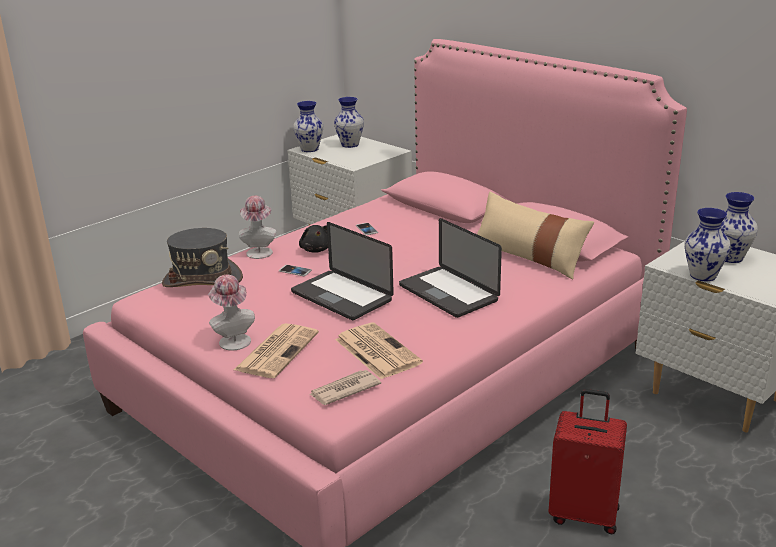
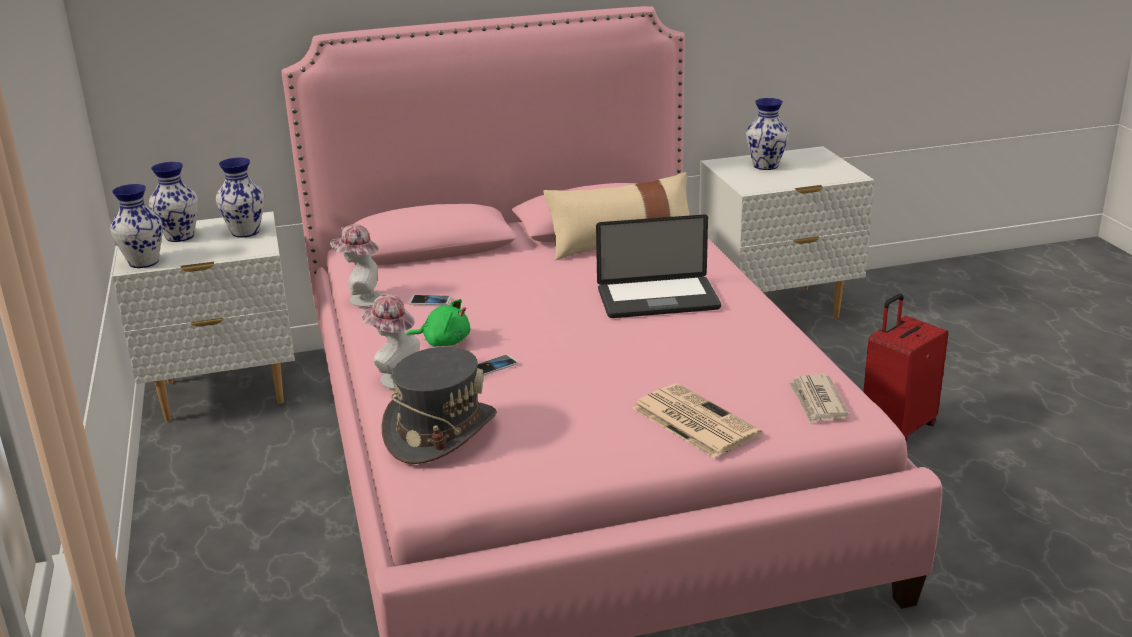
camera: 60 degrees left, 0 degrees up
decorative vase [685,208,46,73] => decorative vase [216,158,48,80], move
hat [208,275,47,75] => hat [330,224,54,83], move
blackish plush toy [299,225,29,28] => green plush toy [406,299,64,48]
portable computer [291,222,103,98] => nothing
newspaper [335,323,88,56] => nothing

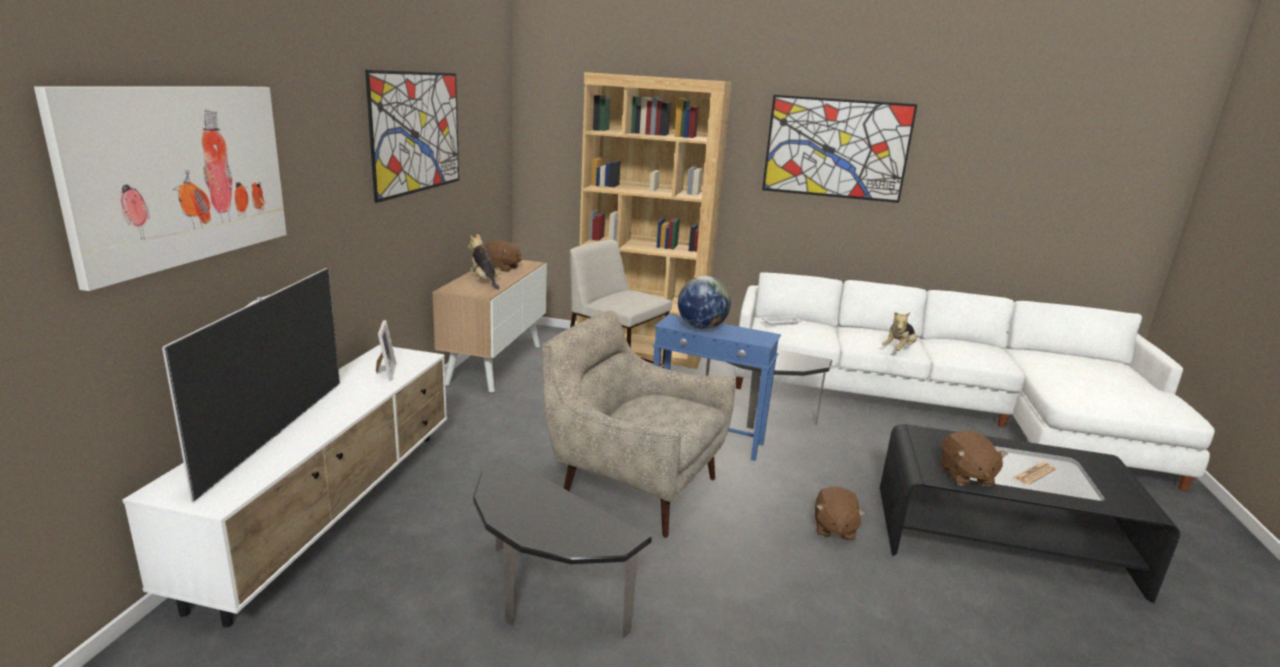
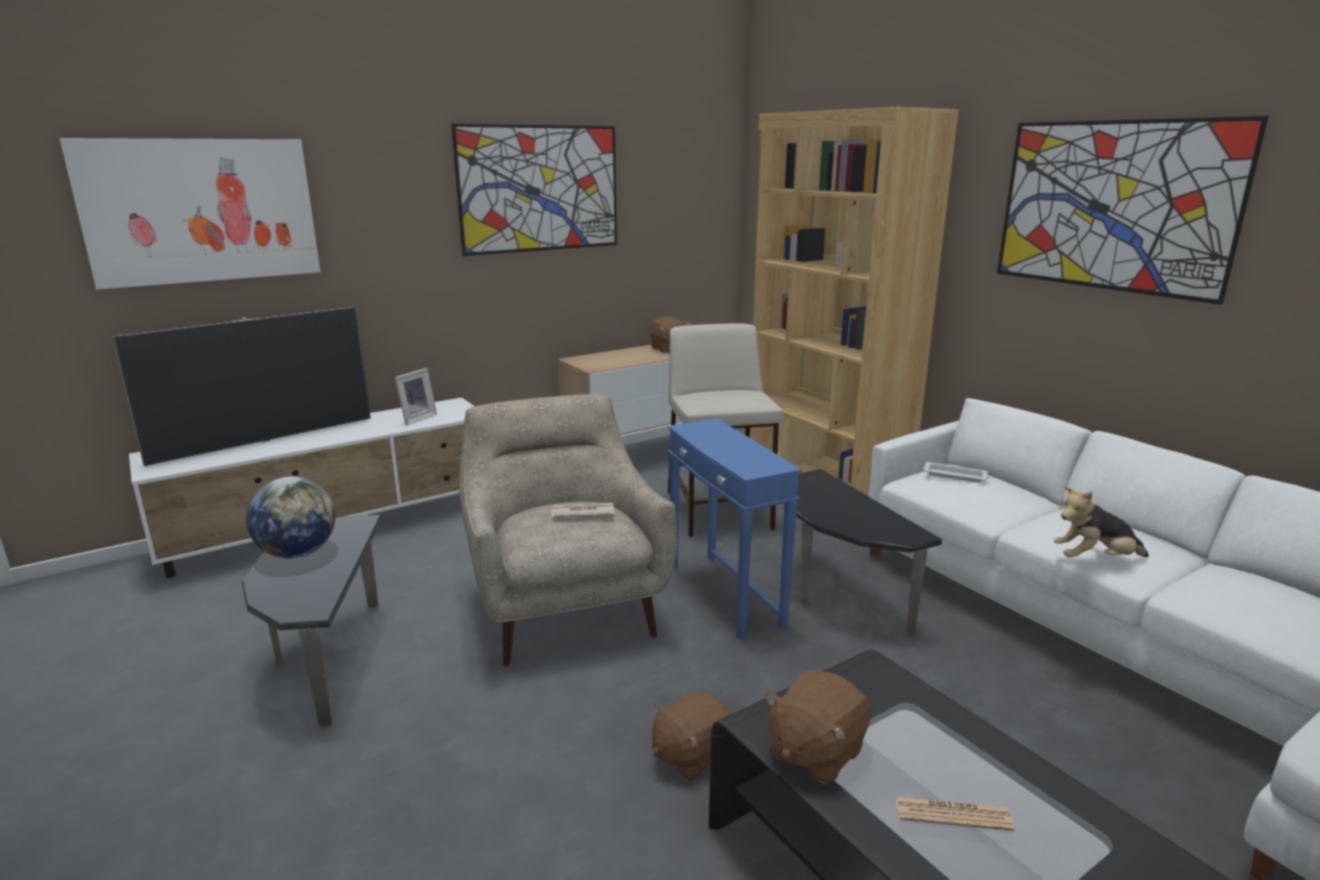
camera: 45 degrees right, 0 degrees up
globe [678,276,53,54] => globe [246,476,90,83], move
nothing => newspaper [551,503,63,15]
plush toy [468,234,33,56] => nothing

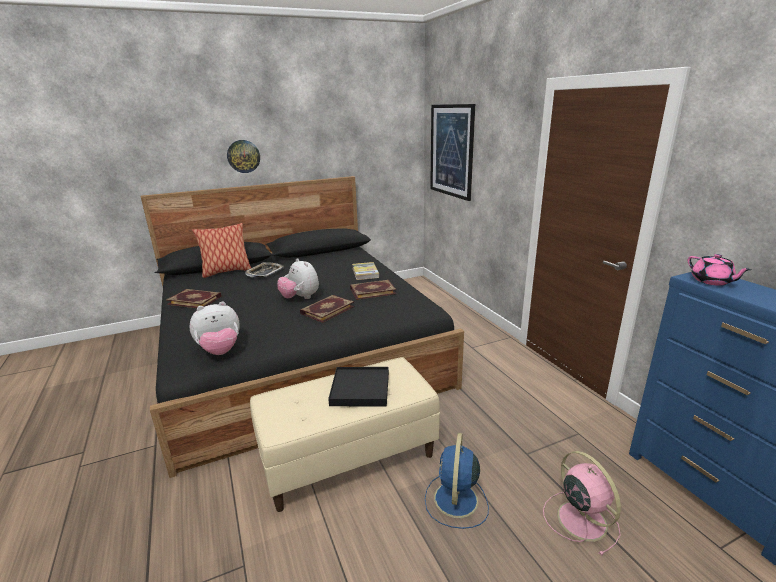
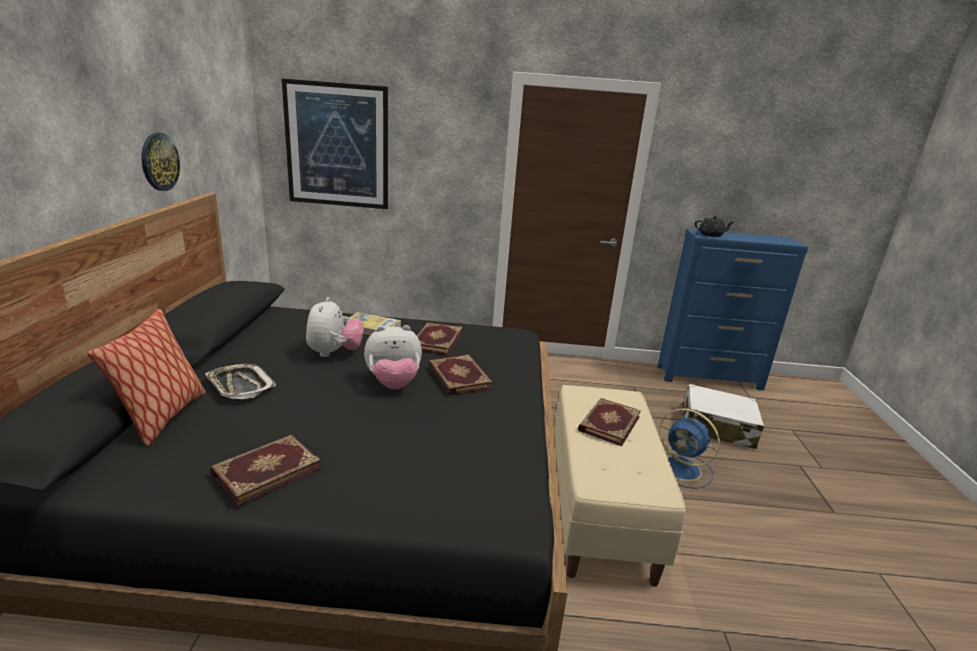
camera: 65 degrees left, 0 degrees up
wall clock [227,140,33,33] => wall clock [141,133,39,58], move
plush toy [189,302,51,53] => plush toy [306,297,58,60], move
blackish carrying tray [328,367,61,39] => bound book [578,398,63,48]
pink-coloured cooling fan [543,451,78,105] => whitish piece of luggage [679,384,85,65]
pink-coloured tea pot [688,254,63,32] => blackish tea pot [695,216,39,21]

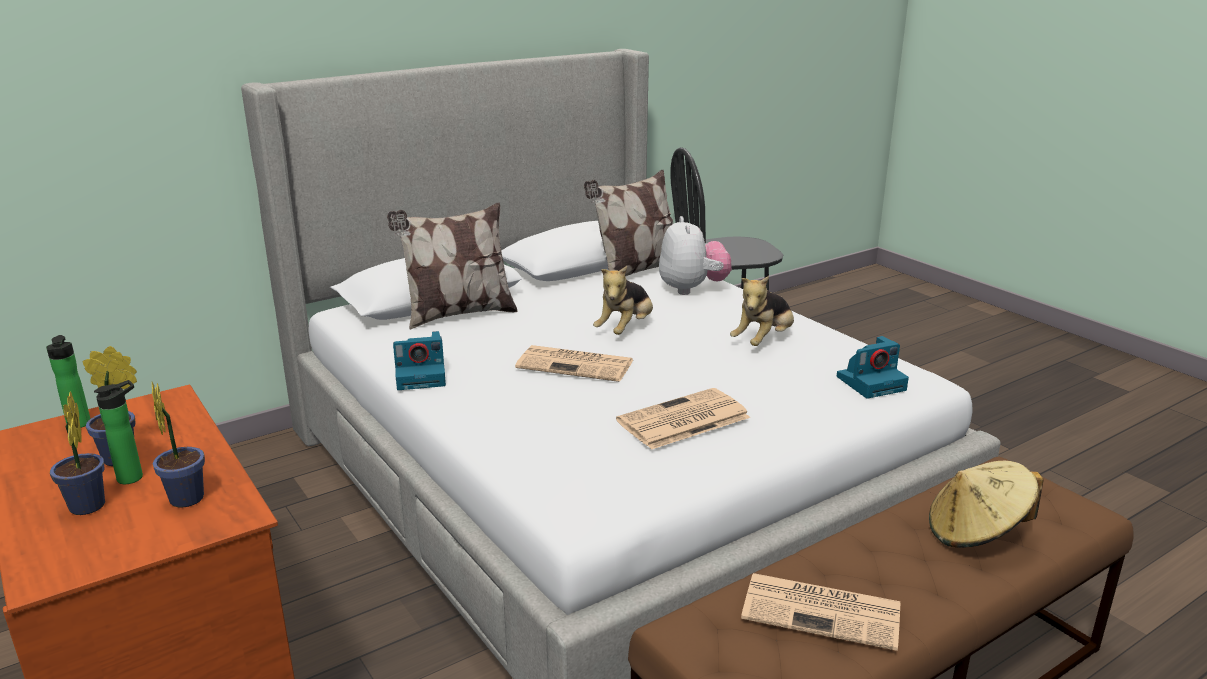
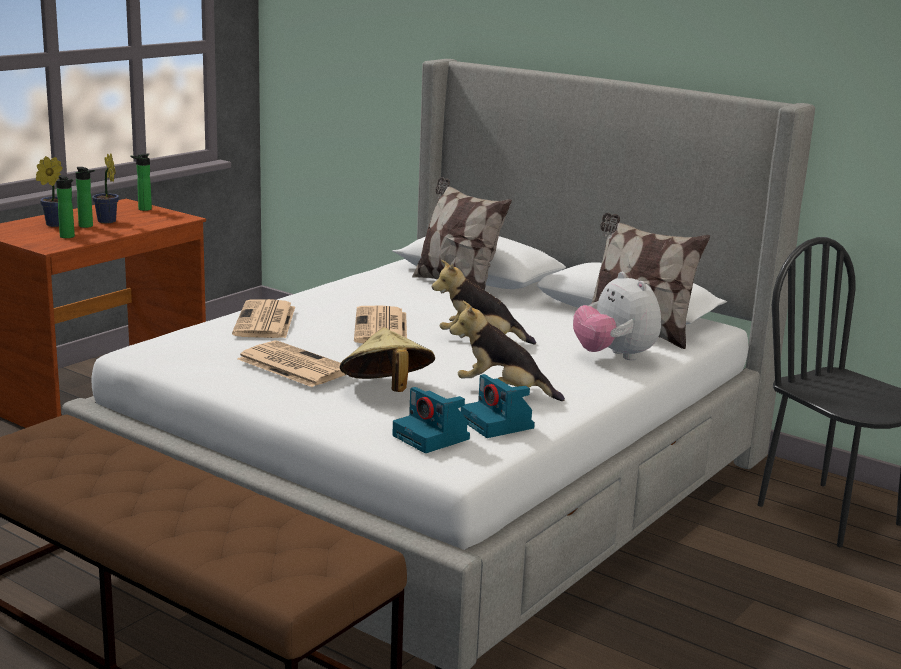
camera: 70 degrees right, 5 degrees down
houseplant [152,382,53,126] => drink bottle [56,175,19,63]
newspaper [741,573,159,78] => newspaper [232,299,63,39], move
sand-coloured hat [929,461,115,87] => sand-coloured hat [340,327,95,65], move
still camera [393,331,53,59] => still camera [461,374,74,64], move
plush toy [659,216,73,79] => plush toy [573,272,88,88], 90 degrees clockwise

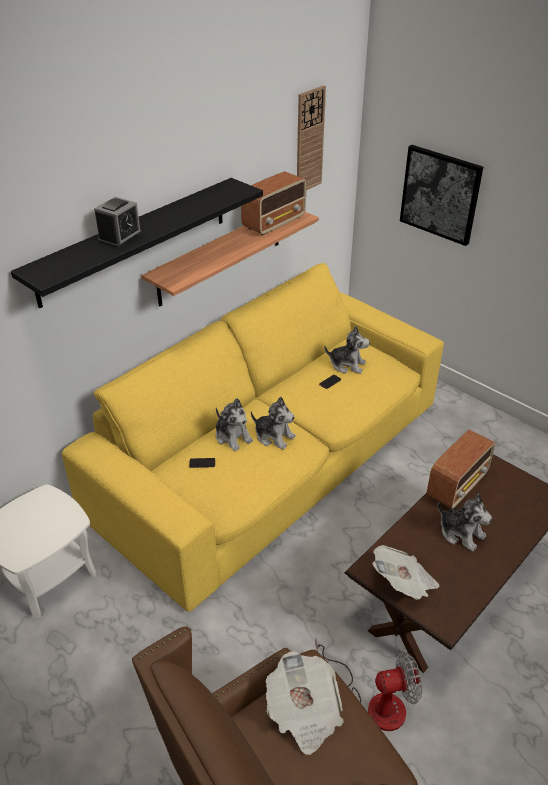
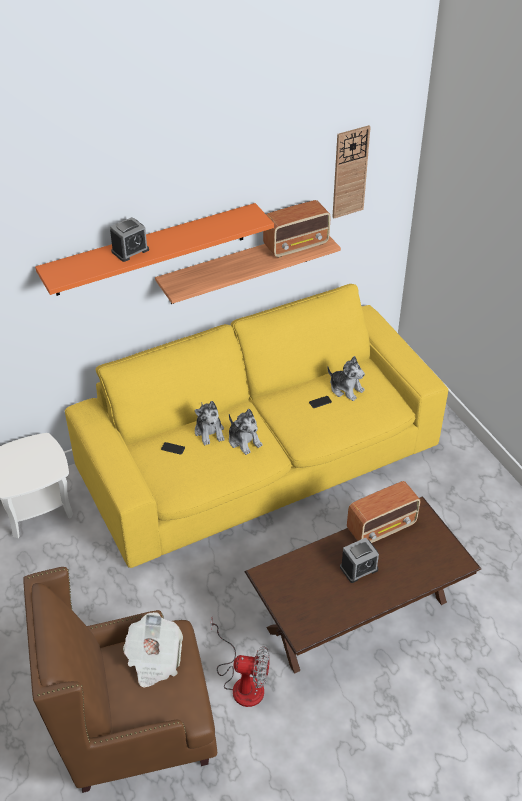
camera: 20 degrees right, 5 degrees up
blackish bracket shelf [11,178,252,131] => orangey bracket shelf [35,203,239,93]
plush toy [437,494,55,58] => table clock [340,538,39,45]
newspaper [372,545,67,55] => nothing
wall picture [400,145,83,101] => nothing

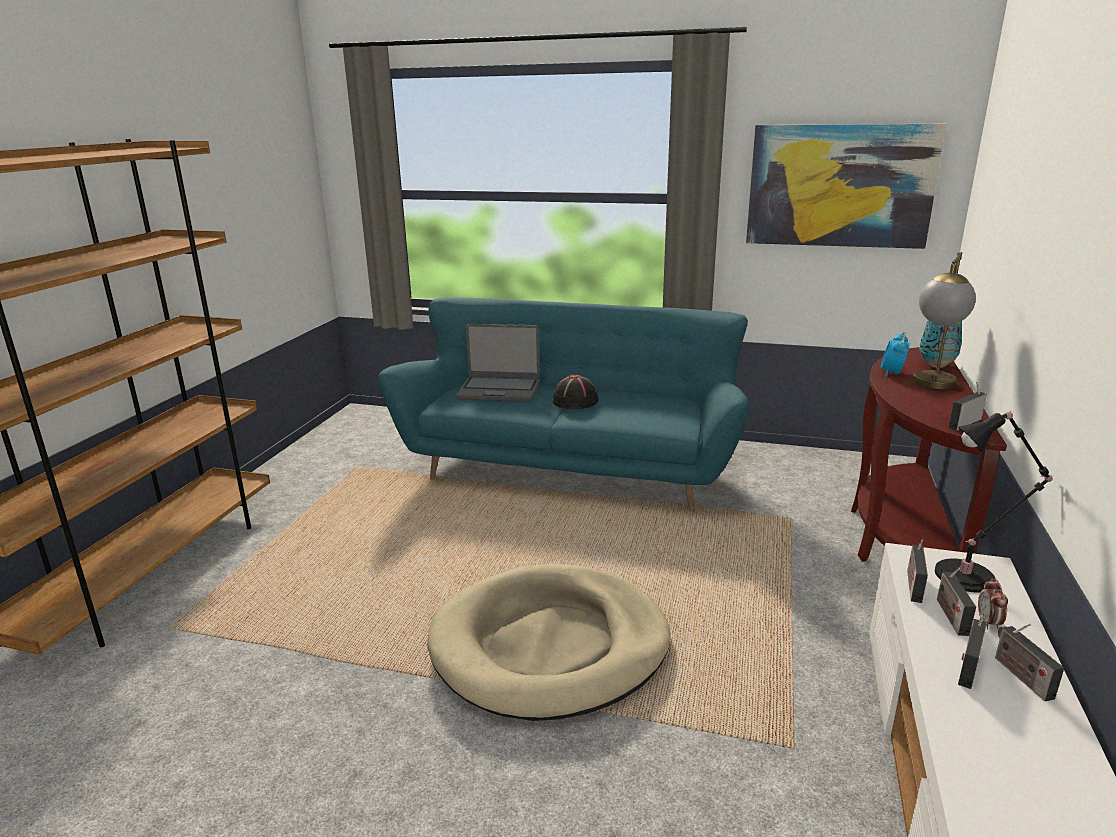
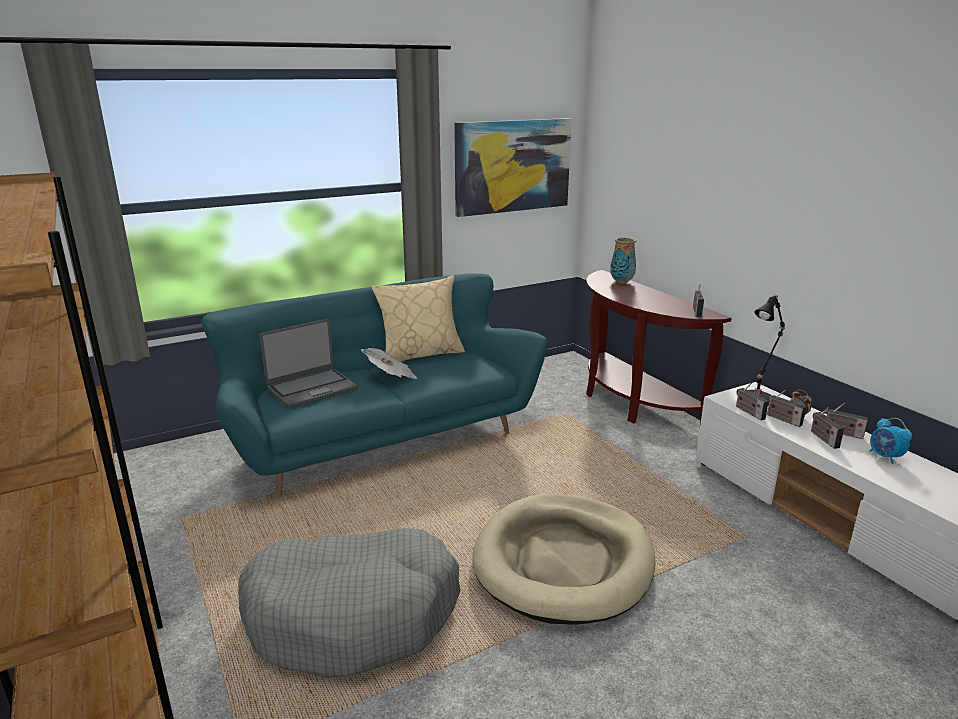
camera: 45 degrees left, 0 degrees up
nothing => gray dog cushion [238,528,222,150]
blackish hat [553,375,46,34] => newspaper [361,348,57,31]
nothing => sand-coloured throw pillow [371,275,94,86]
table clock [881,331,29,46] => table clock [869,418,43,46], move
tabletop lamp [913,252,63,137] => nothing

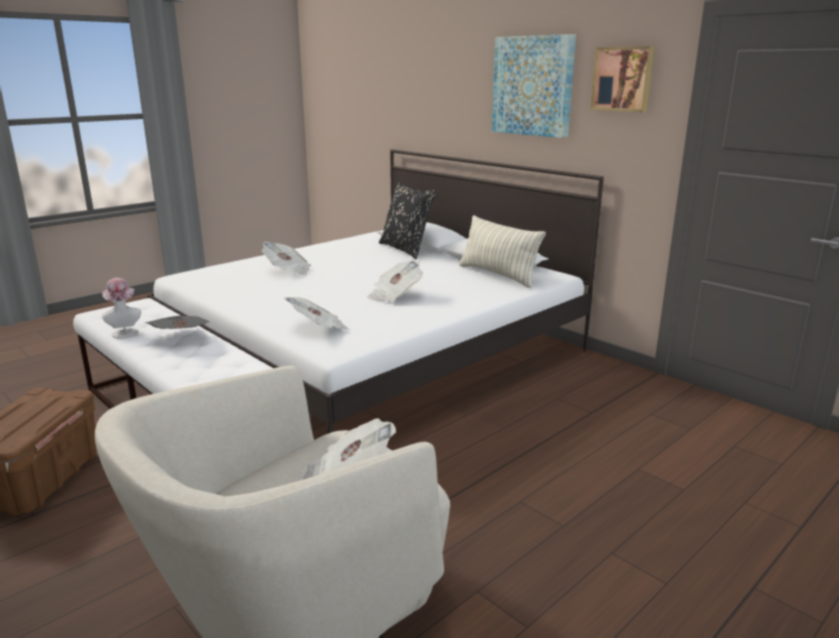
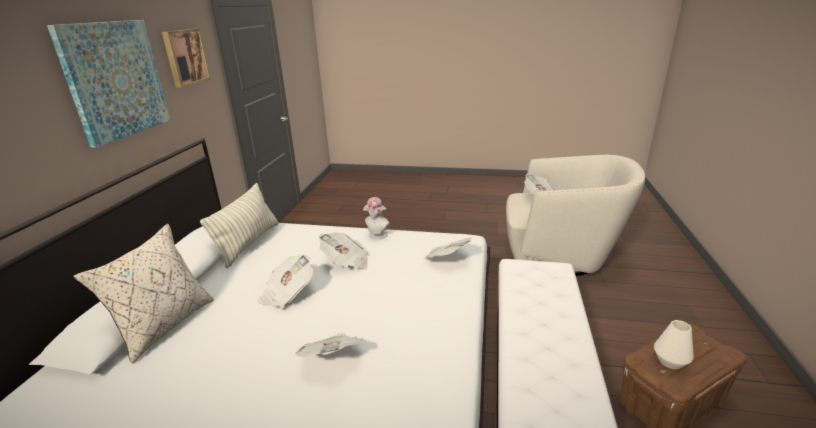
camera: 125 degrees left, 5 degrees up
blackish throw pillow [379,181,58,78] => sand-coloured throw pillow [73,224,141,139]
newspaper [145,316,65,13] => newspaper [258,255,55,53], move
hat [102,278,39,61] => hat [363,197,27,42], move
nothing => whitish decorative vase [654,320,40,49]

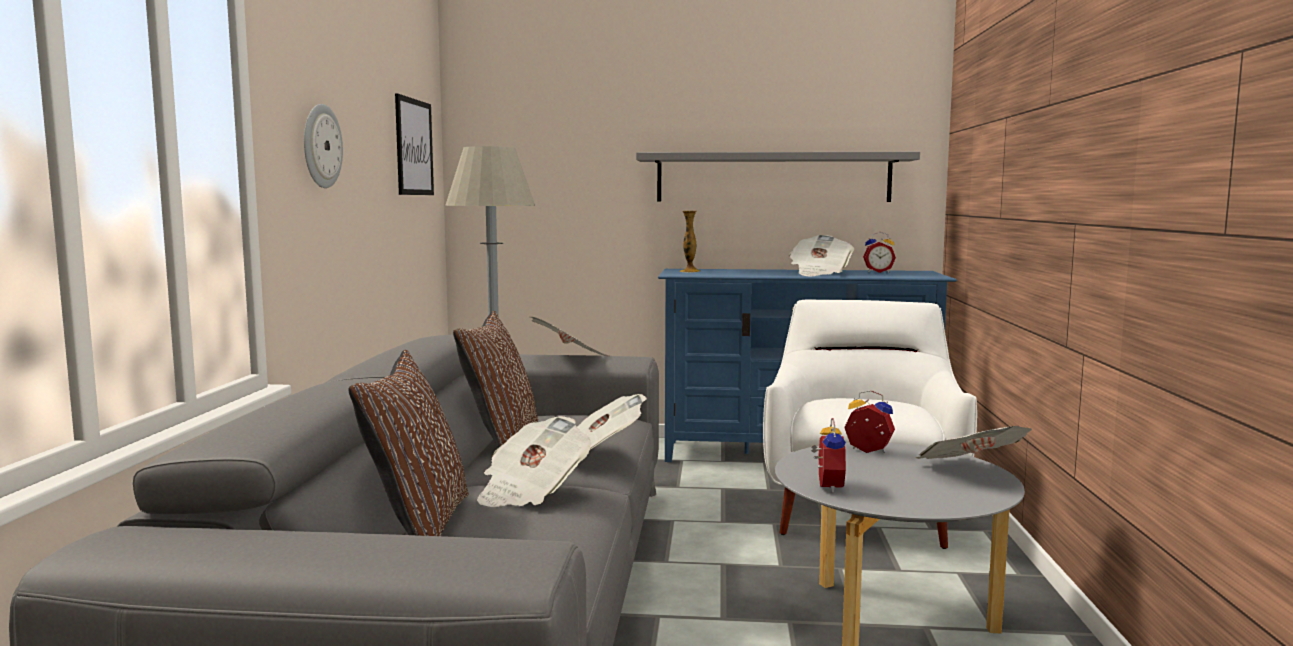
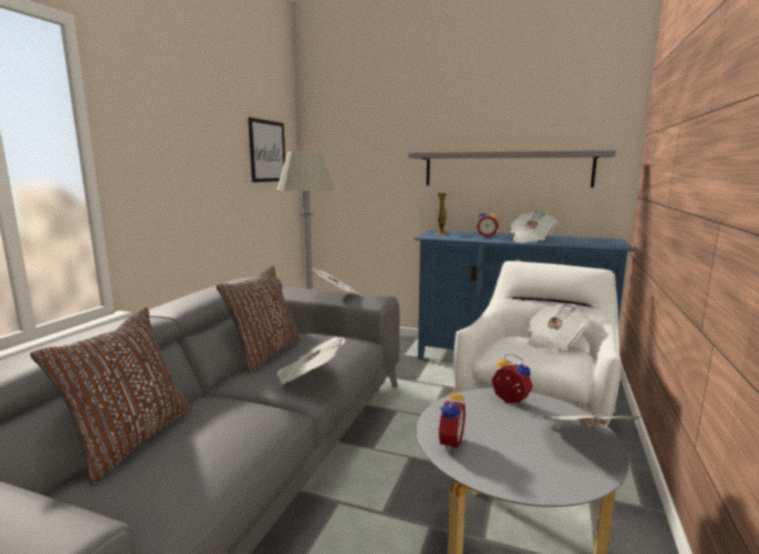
camera: 15 degrees right, 5 degrees up
table clock [863,232,33,41] => table clock [477,208,22,29], move
newspaper [477,416,114,91] => newspaper [527,303,63,47], move
wall clock [304,104,39,84] => nothing

